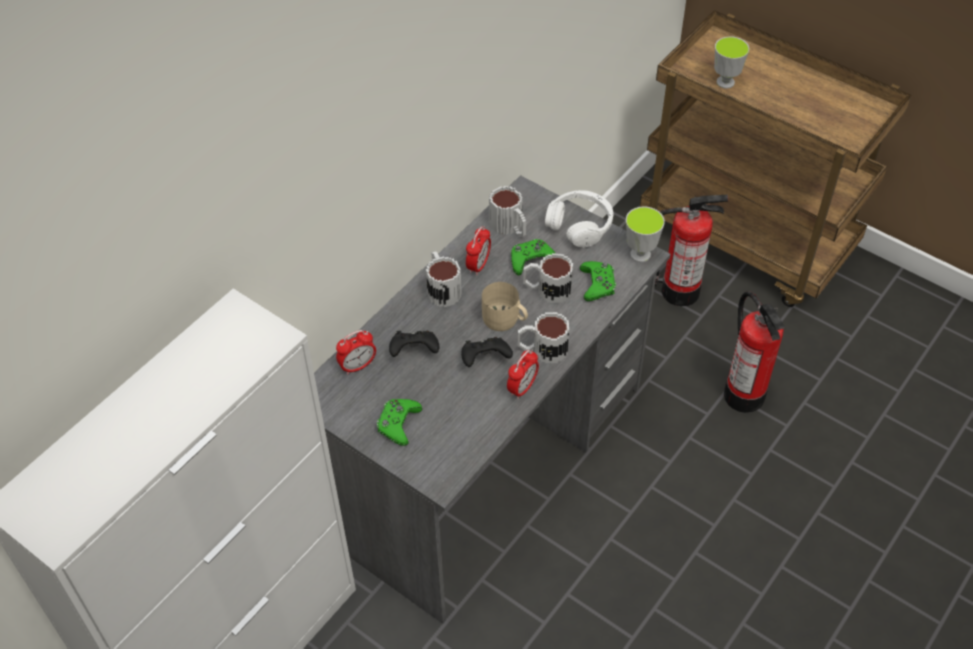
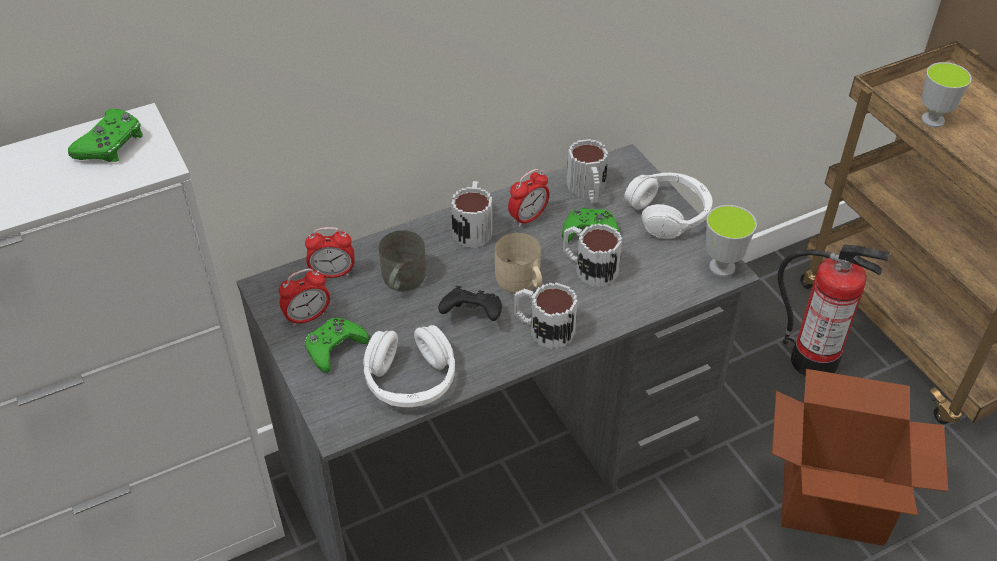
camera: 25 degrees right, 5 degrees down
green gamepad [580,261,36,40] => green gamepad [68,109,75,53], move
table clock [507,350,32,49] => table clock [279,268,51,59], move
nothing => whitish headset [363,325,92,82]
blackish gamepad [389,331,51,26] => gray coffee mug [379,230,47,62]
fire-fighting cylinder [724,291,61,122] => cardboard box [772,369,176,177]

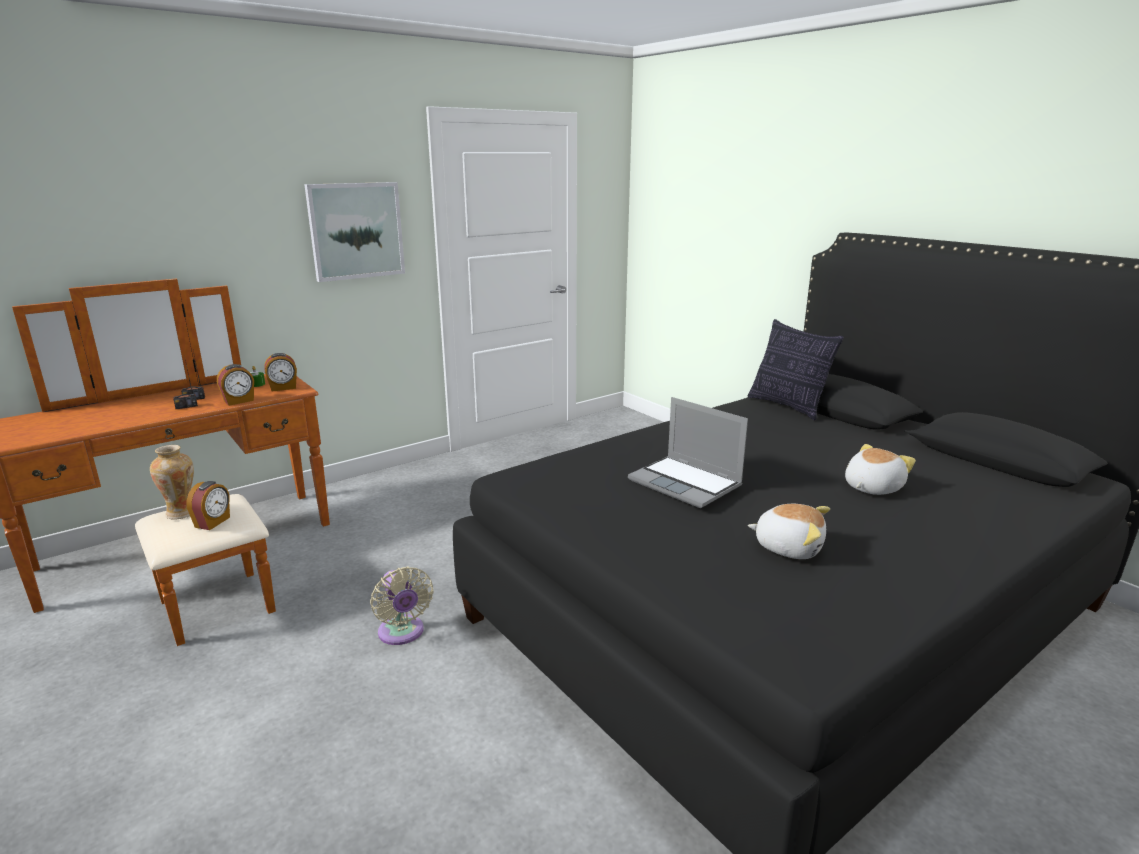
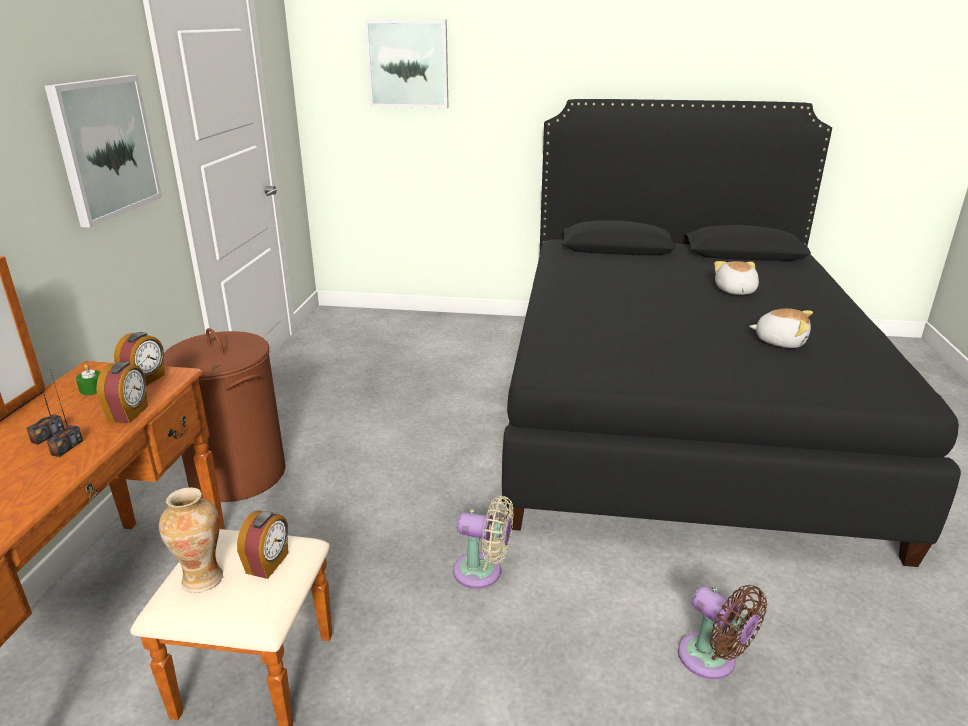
camera: 45 degrees left, 5 degrees up
nothing => brownish laundry basket [164,328,122,174]
table clock [186,481,44,49] => table clock [237,511,51,68], 45 degrees clockwise
nothing => wall picture [364,20,85,88]
nothing => brownish cooling fan [678,585,89,94]
plush toy [748,504,82,55] => plush toy [749,309,64,39], 45 degrees clockwise
portable computer [628,397,120,111] => nothing
throw pillow [748,319,96,101] => nothing

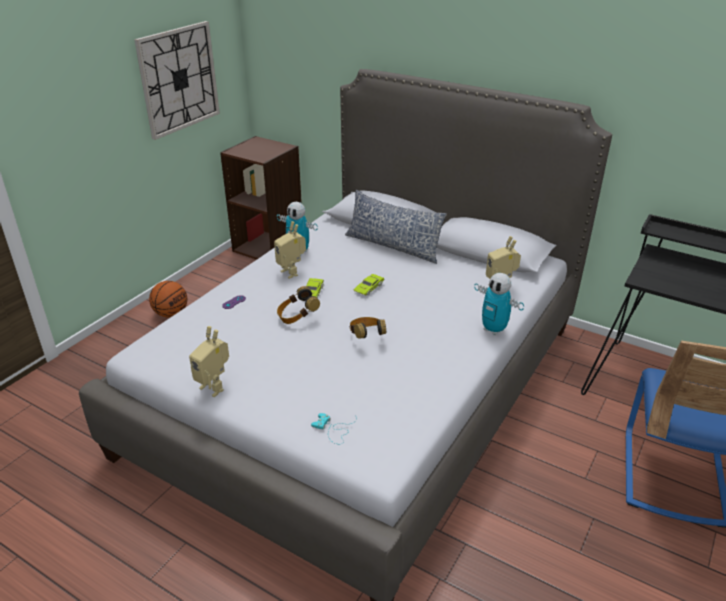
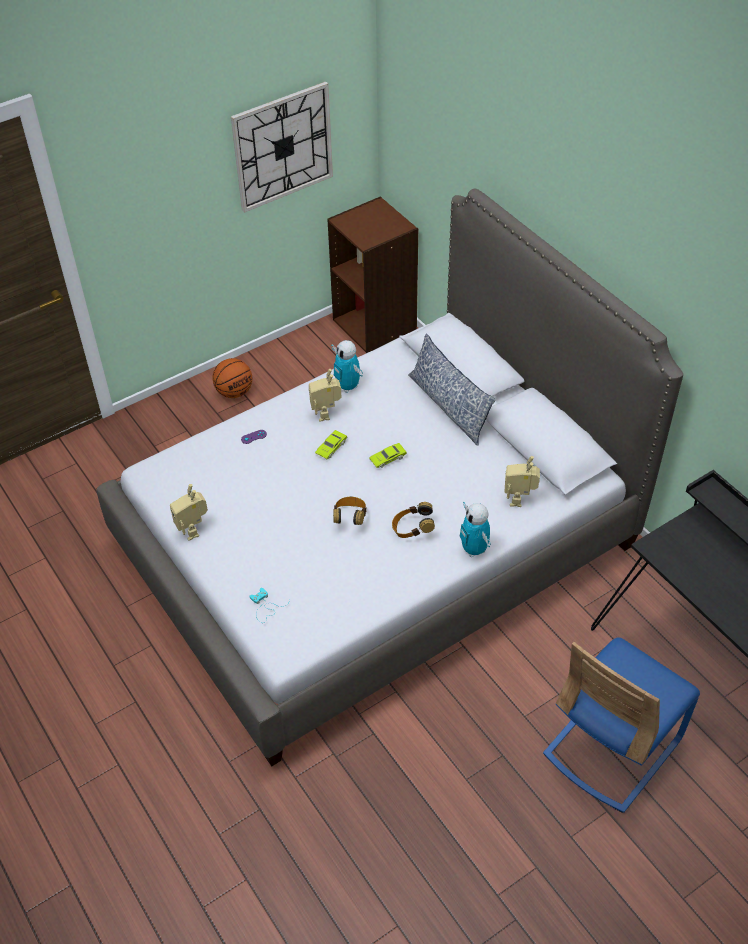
camera: 25 degrees right, 15 degrees up
headset [277,286,43,38] => headset [392,502,43,36], move

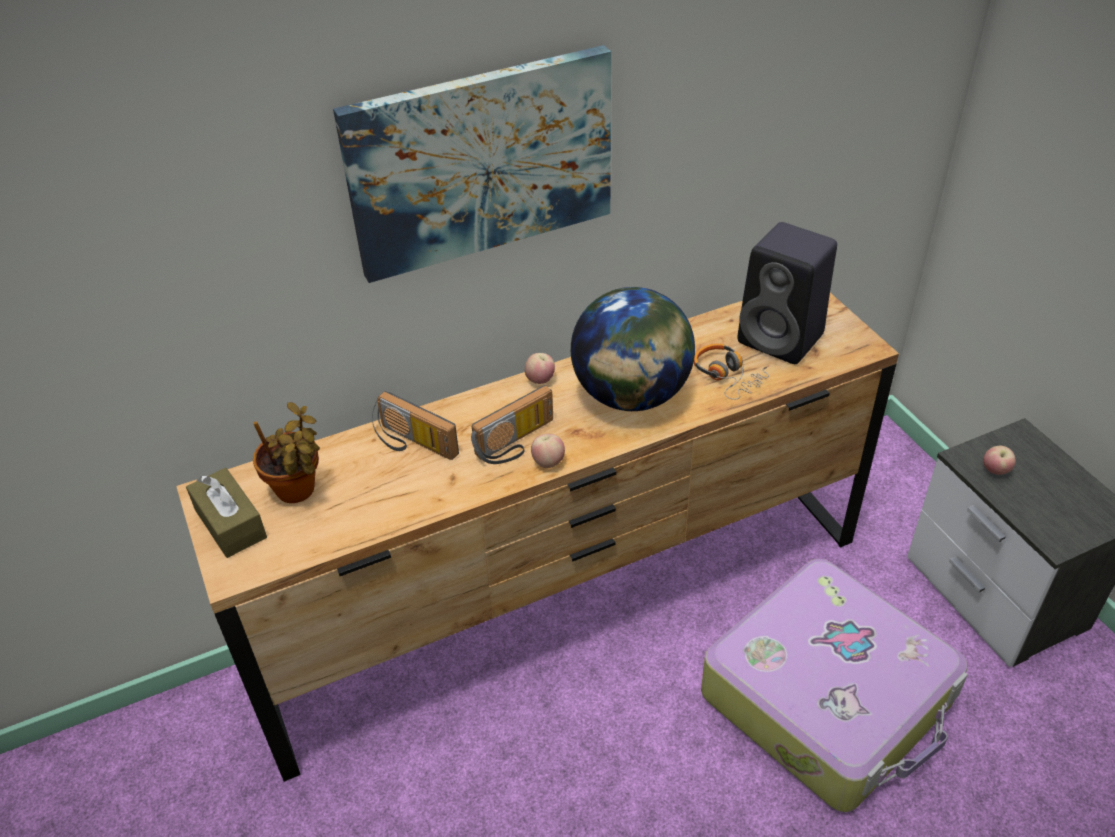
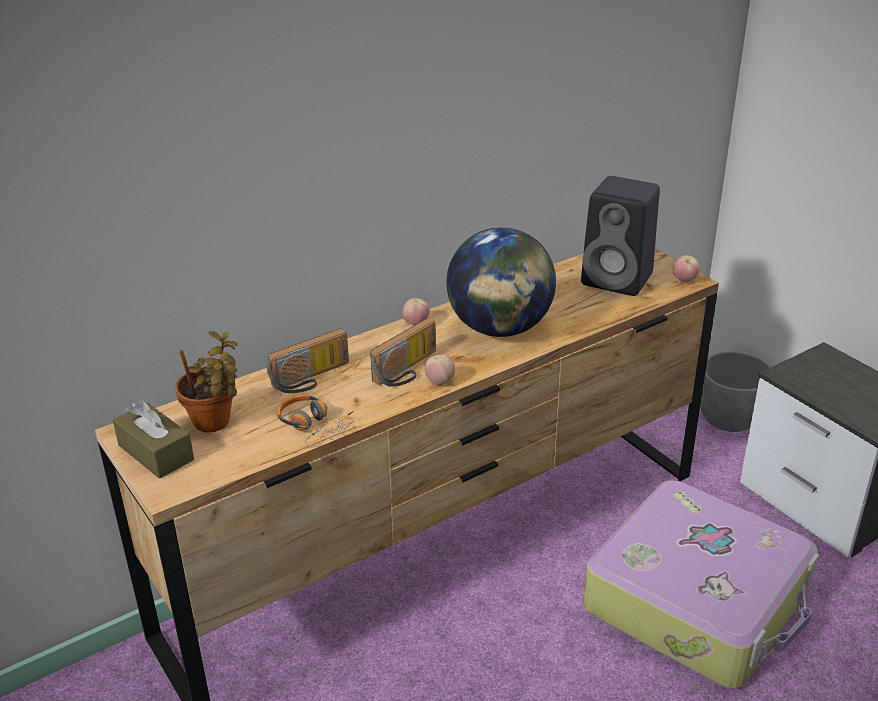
camera: 10 degrees left, 10 degrees down
radio set [372,391,87,69] => radio set [266,328,83,65], 60 degrees counterclockwise
headset [694,344,75,56] => headset [277,395,77,52], move
apple [983,446,33,29] => apple [673,255,27,27], move
nothing => gray planter [700,351,71,81]
wall picture [333,45,278,238] => nothing

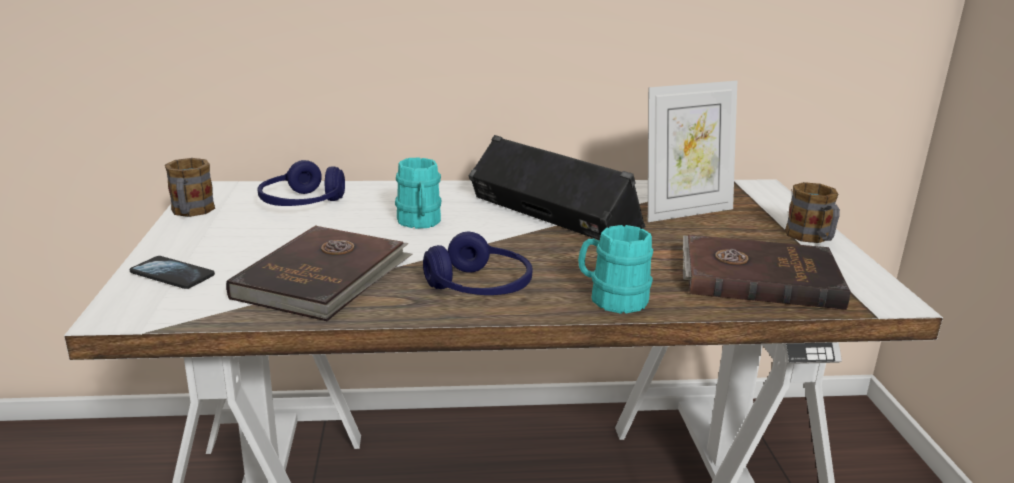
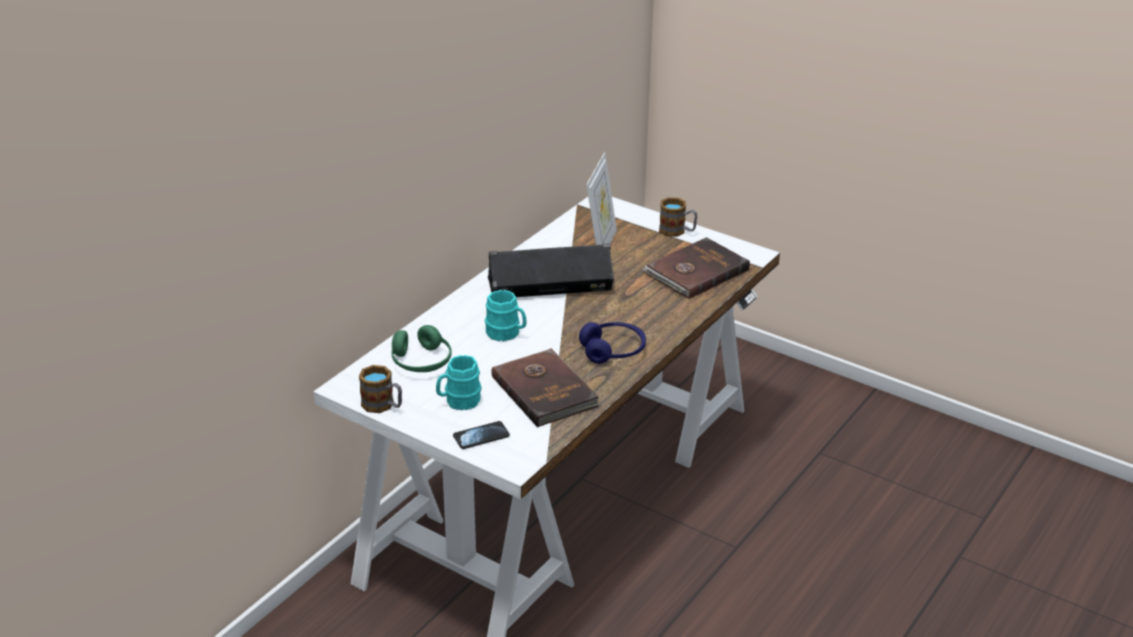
camera: 50 degrees left, 10 degrees up
blue headset [257,160,88,46] => green headset [391,325,61,47]
turquoise-coloured coffee mug [578,225,75,89] => turquoise-coloured coffee mug [436,355,45,55], move

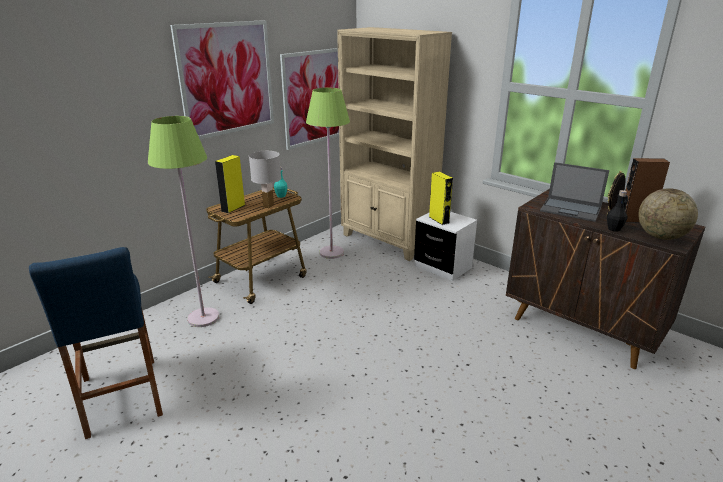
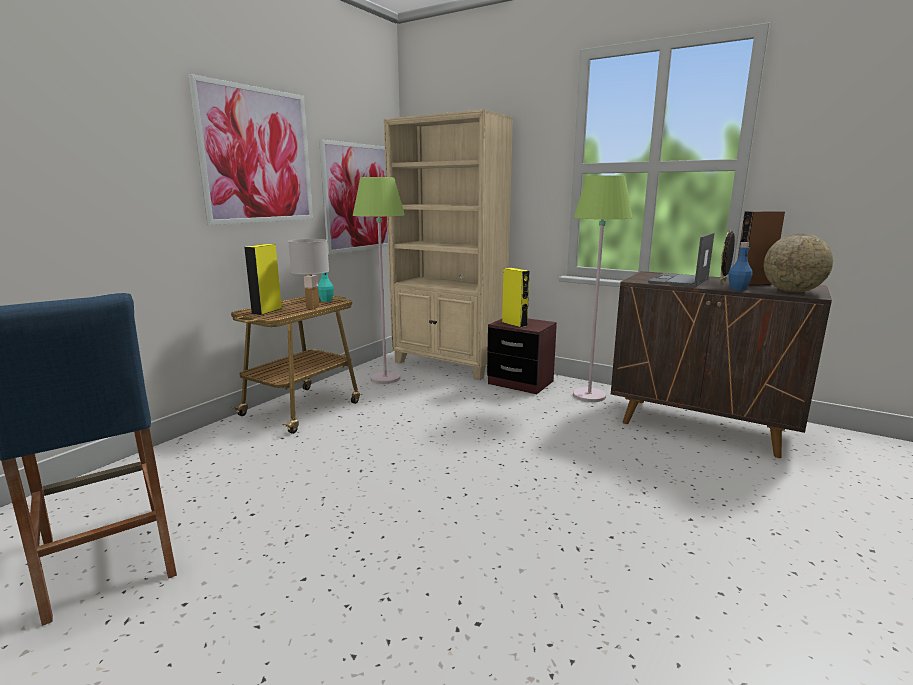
camera: 10 degrees left, 10 degrees down
whitish bedside table [414,212,63,69] => brownish bedside table [487,318,70,76]
green floor lamp [148,116,71,211] => green floor lamp [573,175,59,227], move
portable computer [540,162,69,60] => portable computer [648,233,66,54], 105 degrees clockwise
blackish drink bottle [607,190,20,42] => blue drink bottle [728,242,25,49]

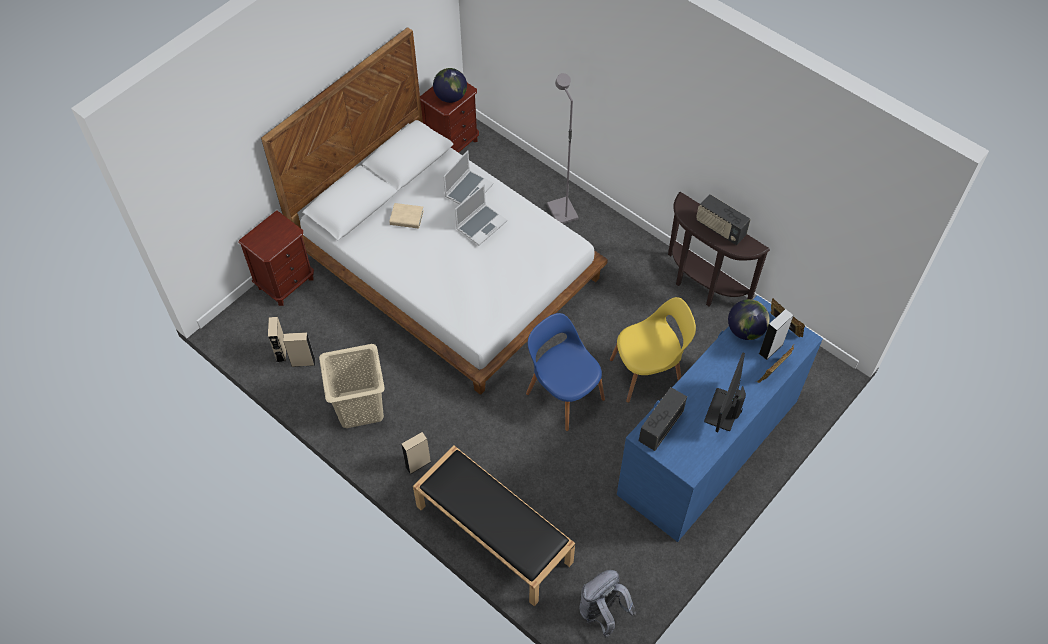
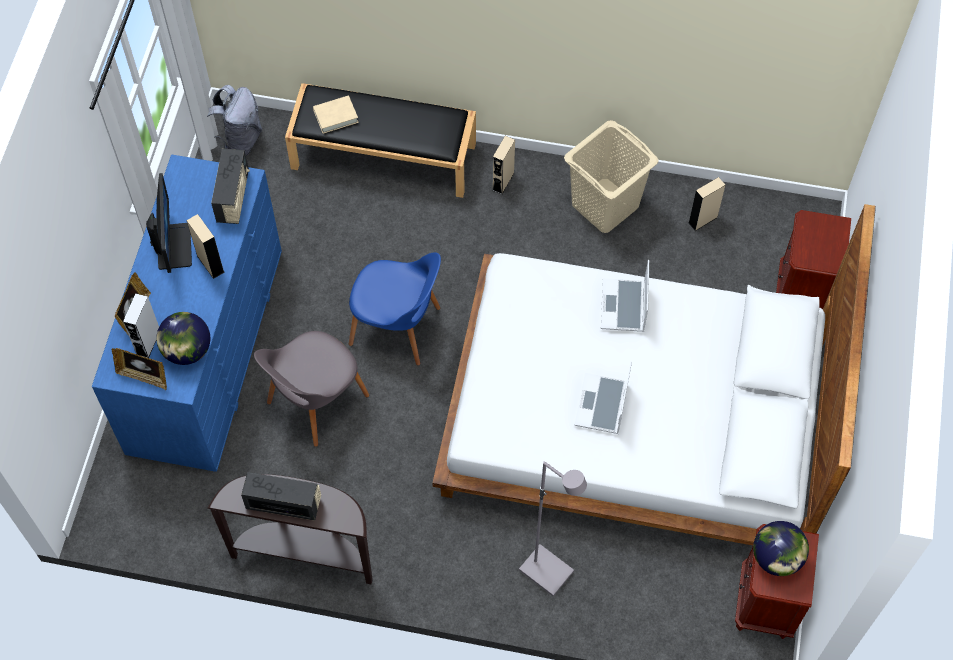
camera: 150 degrees right, 5 degrees up
sand-coloured speaker [268,317,18,46] => sand-coloured speaker [187,214,38,65], move
yellowish upright chair [610,297,86,106] => gray upright chair [254,331,115,116]
sand-coloured bound book [389,203,35,26] => sand-coloured bound book [313,95,46,39], move
portable computer [443,150,51,55] => portable computer [601,260,48,72], move

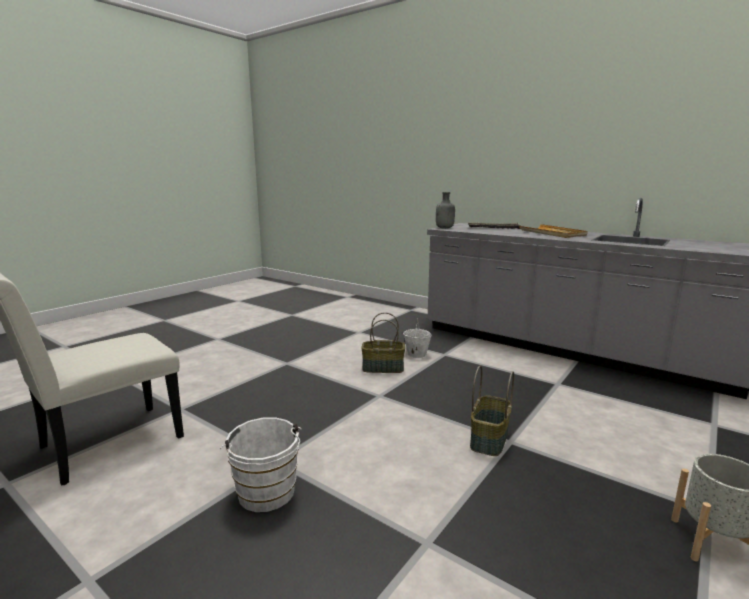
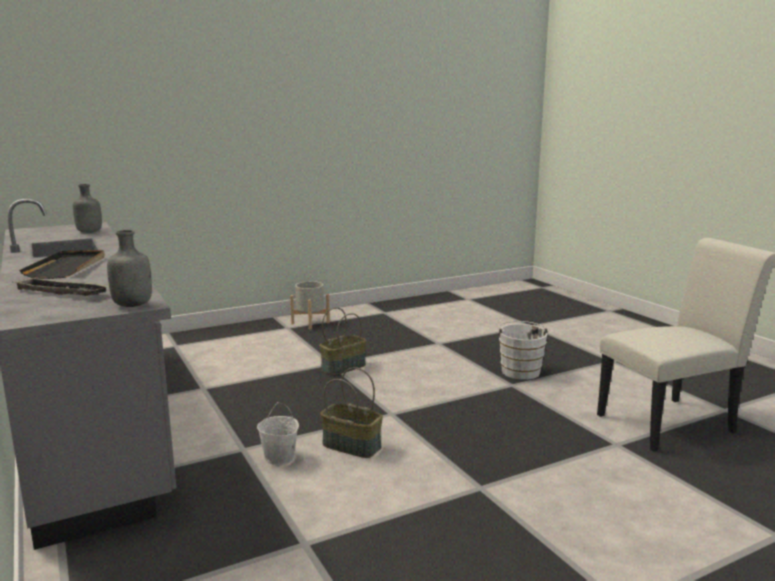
camera: 155 degrees left, 0 degrees up
sand-coloured carrying tray [519,224,69,14] => blackish carrying tray [20,250,85,29]
nothing => gray drink bottle [73,184,29,49]

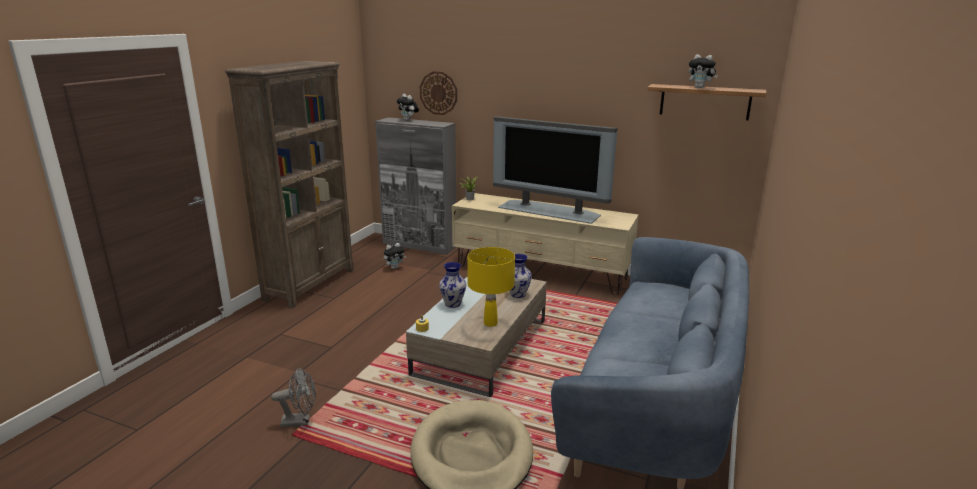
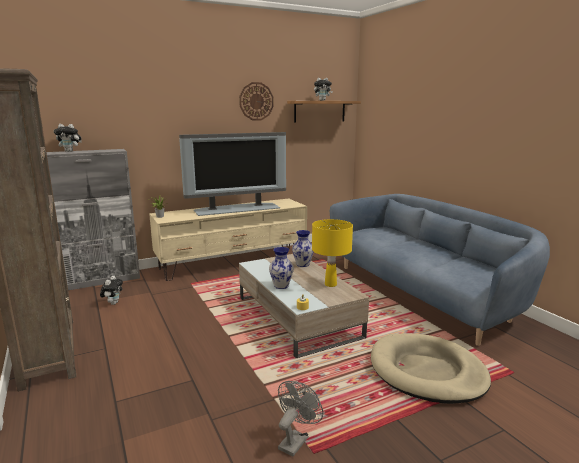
camera: 50 degrees left, 5 degrees down
wall clock [420,71,37,44] => wall clock [239,82,35,39], move

